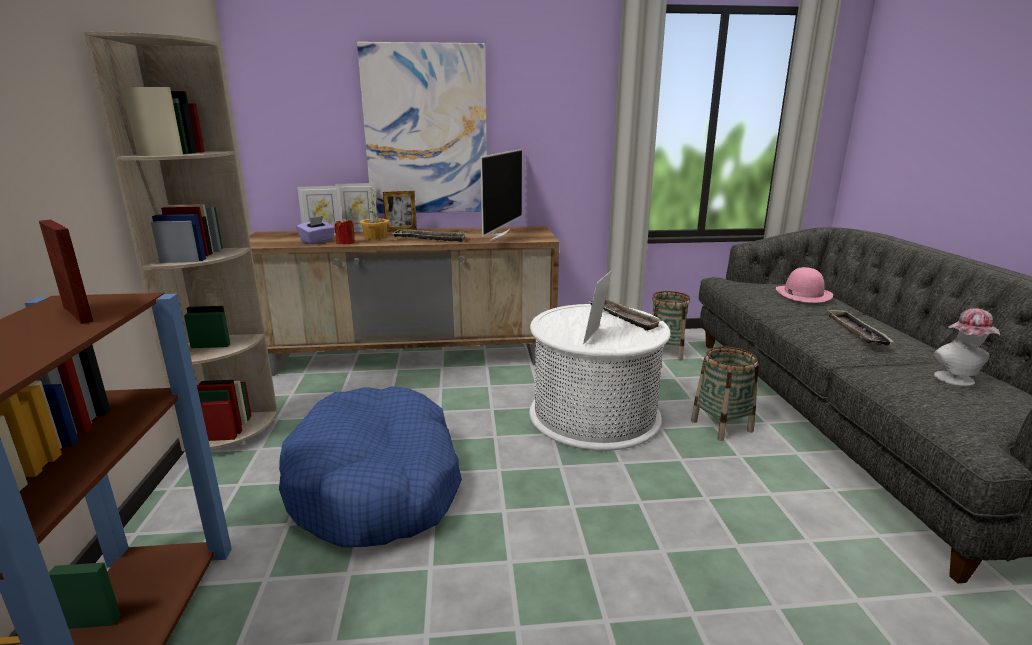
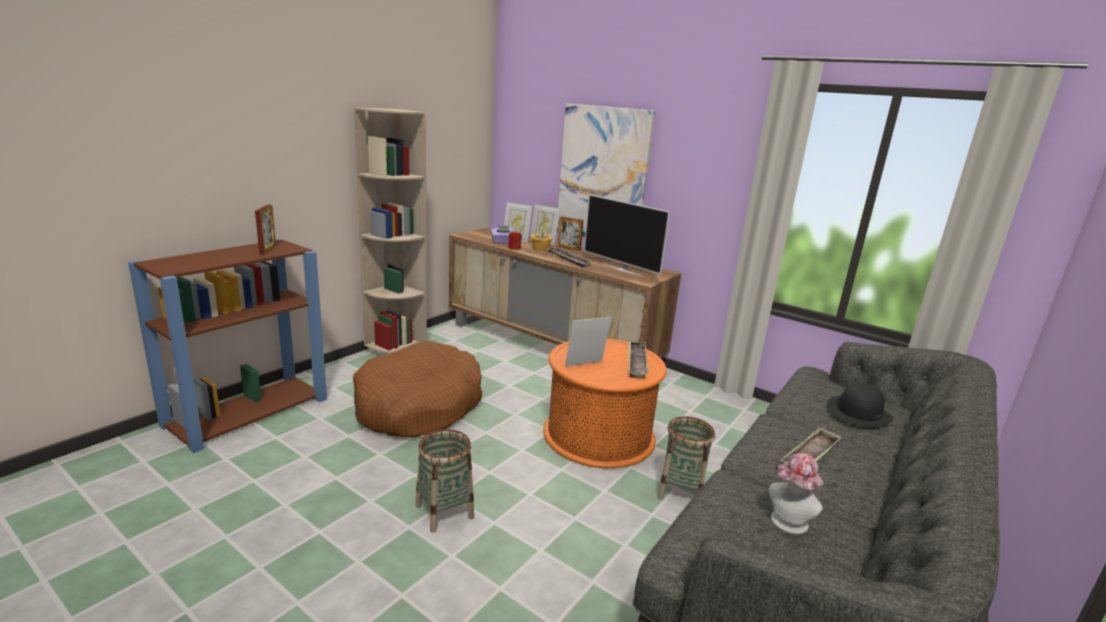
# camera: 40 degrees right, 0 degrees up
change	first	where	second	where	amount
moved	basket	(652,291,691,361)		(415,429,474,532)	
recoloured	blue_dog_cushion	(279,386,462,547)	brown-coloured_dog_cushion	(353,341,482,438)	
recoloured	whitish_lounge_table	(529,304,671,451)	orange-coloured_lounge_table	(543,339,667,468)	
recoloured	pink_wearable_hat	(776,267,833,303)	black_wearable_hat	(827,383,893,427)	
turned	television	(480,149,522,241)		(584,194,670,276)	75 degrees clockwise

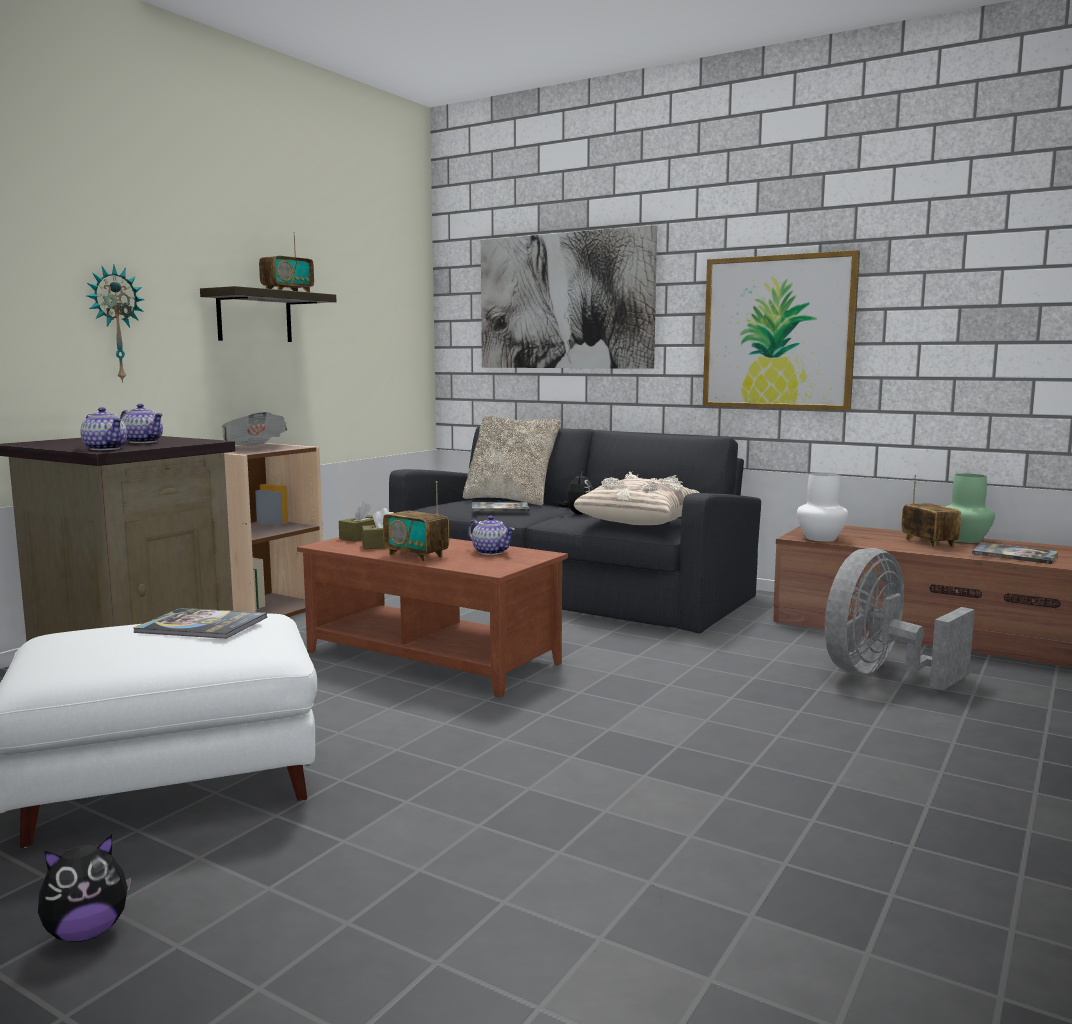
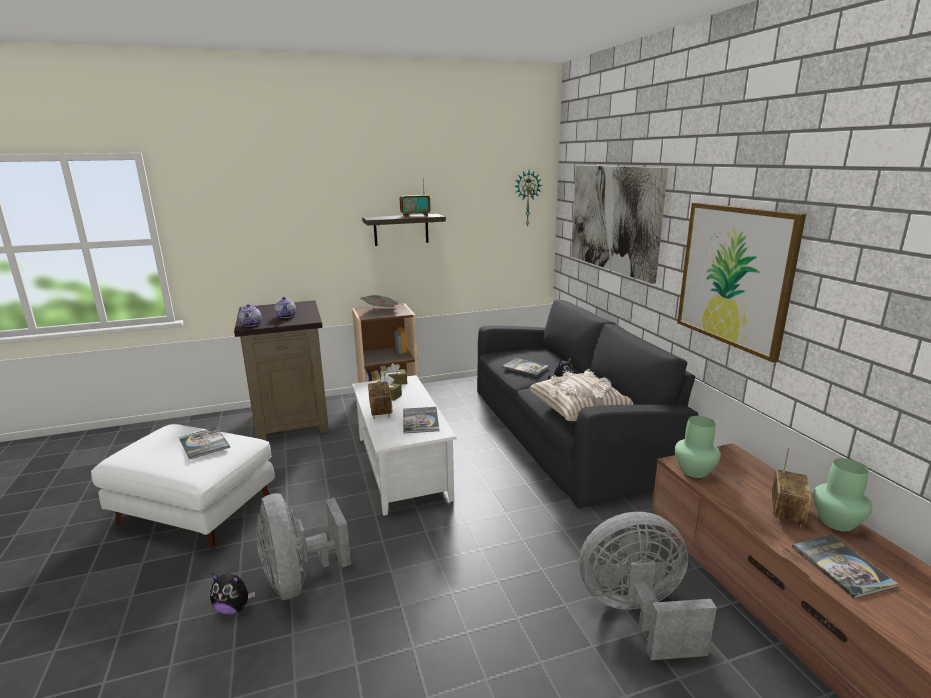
# camera: 40 degrees right, 10 degrees up
change	first	where	second	where	amount
removed	beige-coloured_pillow	(463,416,561,505)			
added			gray_fan	(257,493,351,600)	
moved	soft_toy	(38,835,132,942)		(210,573,255,615)	
moved	clock_on_the_wall	(87,265,145,383)		(514,170,543,227)	
replaced	pot_for_tea	(468,516,515,555)	book	(403,407,439,433)	
recoloured	brown-coloured_lounge_table	(297,537,568,698)	whitish_lounge_table	(352,375,457,516)	
recoloured	whitish_decorative_vase	(797,473,848,542)	green-coloured_decorative_vase	(675,416,721,478)	

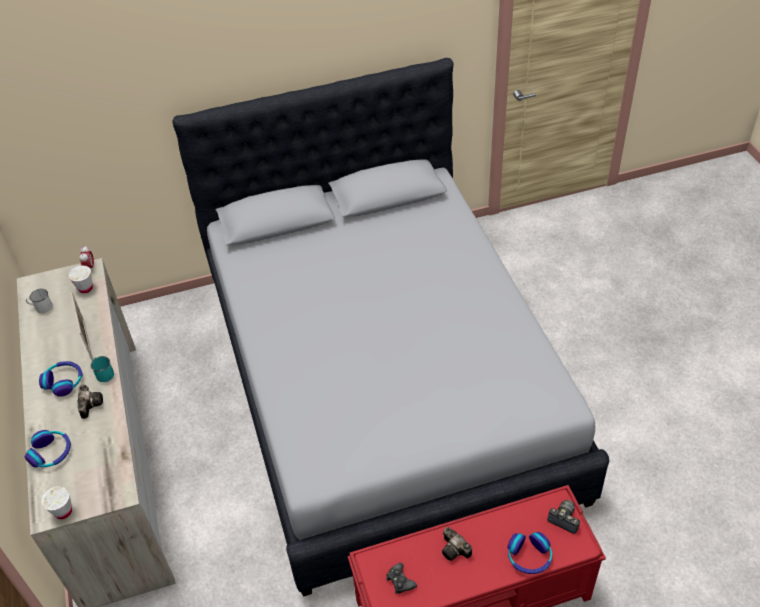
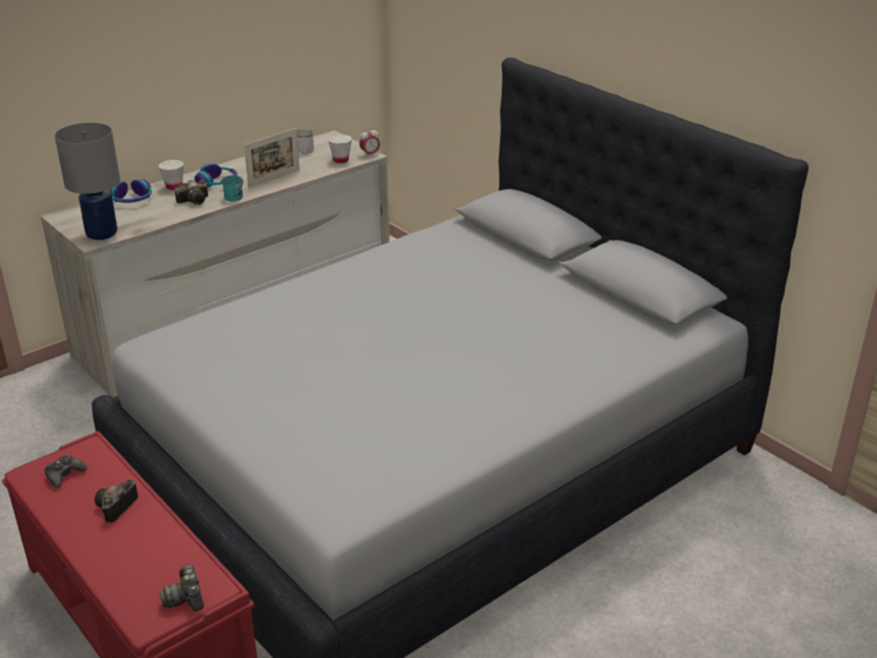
# camera: 65 degrees right, 15 degrees down
change	first	where	second	where	amount
removed	headset	(507,532,552,574)			
added			gray_lamp_for_a_table	(55,123,120,240)	
moved	whitish_small_cup	(41,486,72,519)		(158,160,184,190)	
turned	still_camera	(547,500,581,534)		(159,564,204,611)	150 degrees clockwise

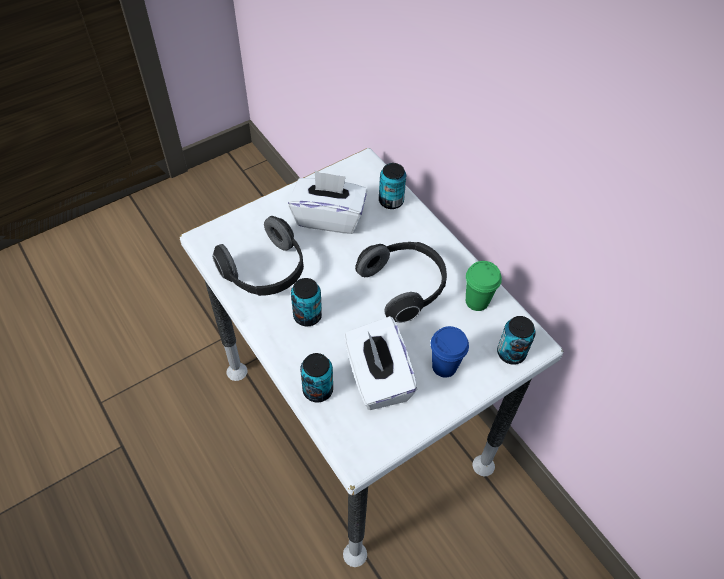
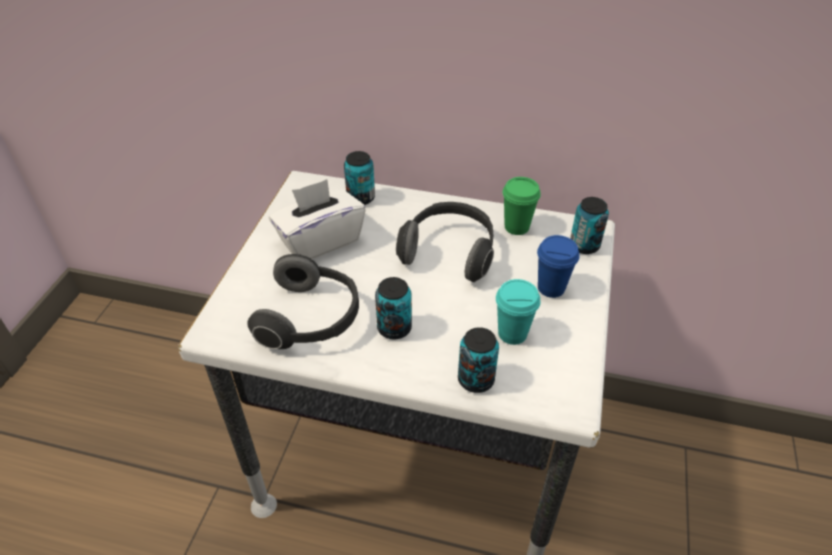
# camera: 40 degrees left, 10 degrees down
change	first	where	second	where	amount
replaced	whitish_tissue_box	(344,316,417,410)	turquoise-coloured_small_cup	(496,279,540,345)	

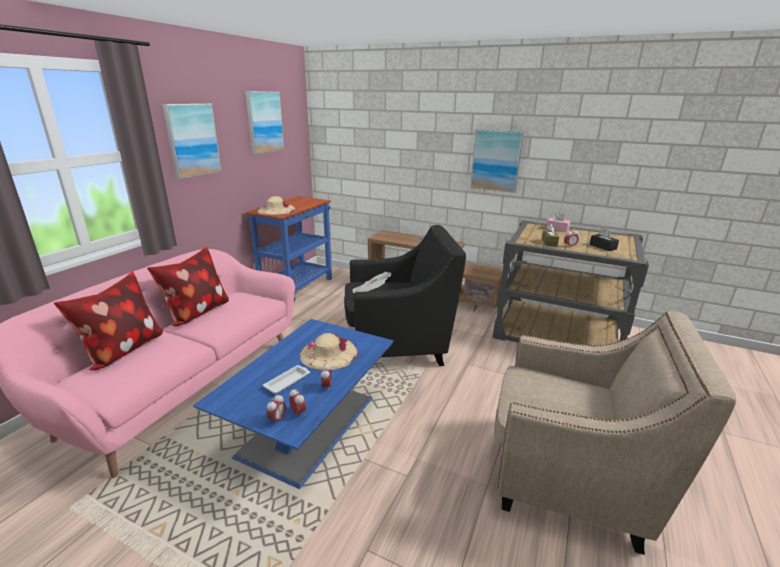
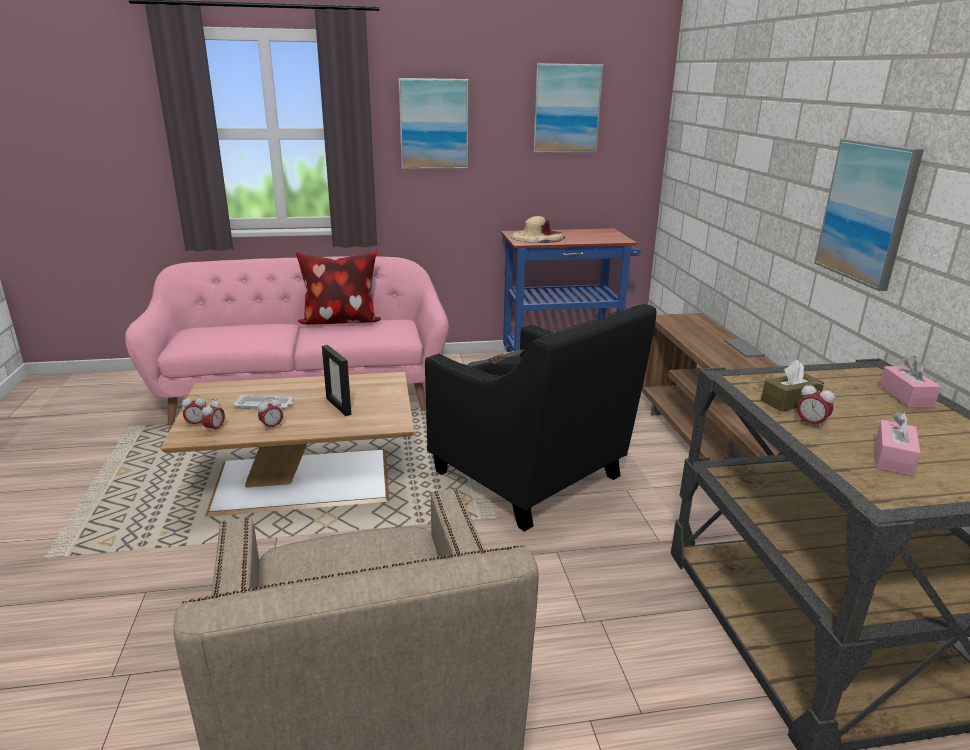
# camera: 55 degrees right, 0 degrees up
change	first	where	second	where	amount
removed	pillow	(54,272,163,371)			
replaced	beige-coloured_wearable_hat	(300,333,358,371)	photo_frame	(322,345,351,416)	
recoloured	blue_lounge_table	(193,319,394,489)	brown-coloured_lounge_table	(161,372,414,517)	
recoloured	black_tissue_box	(590,228,619,251)	pink_tissue_box	(875,411,921,476)	

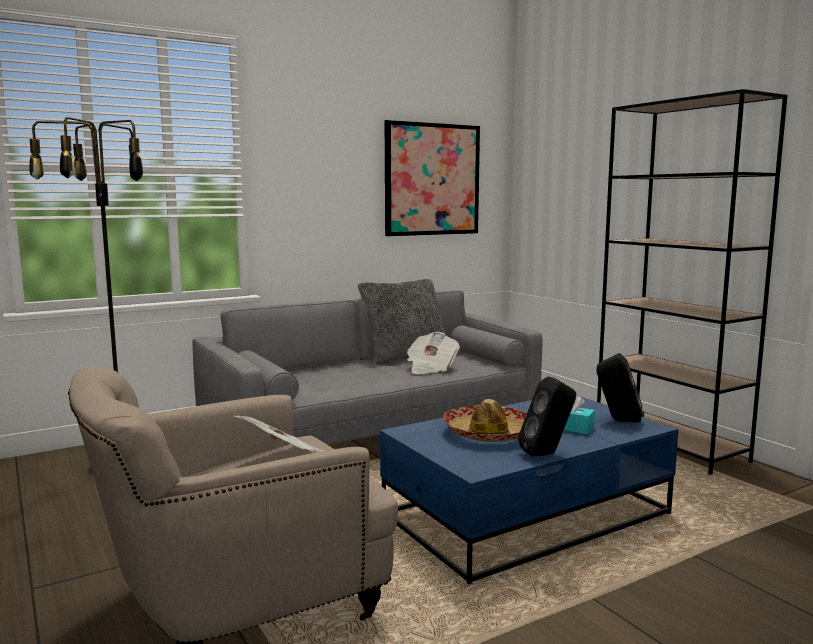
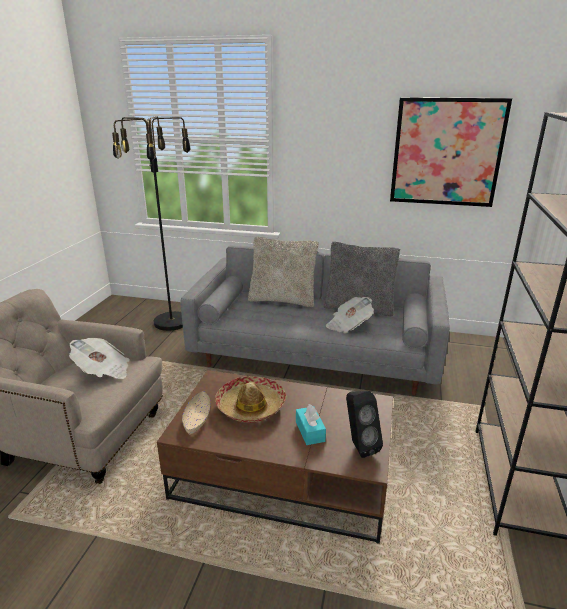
# camera: 45 degrees right, 15 degrees up
change	first	where	second	where	amount
removed	black_loudspeaker	(518,376,576,457)			
added			beige-coloured_deep_dish	(182,391,210,435)	
added			beige-coloured_pillow	(248,236,319,307)	
recoloured	blue_lounge_table	(380,395,679,584)	brown-coloured_lounge_table	(157,370,393,544)	

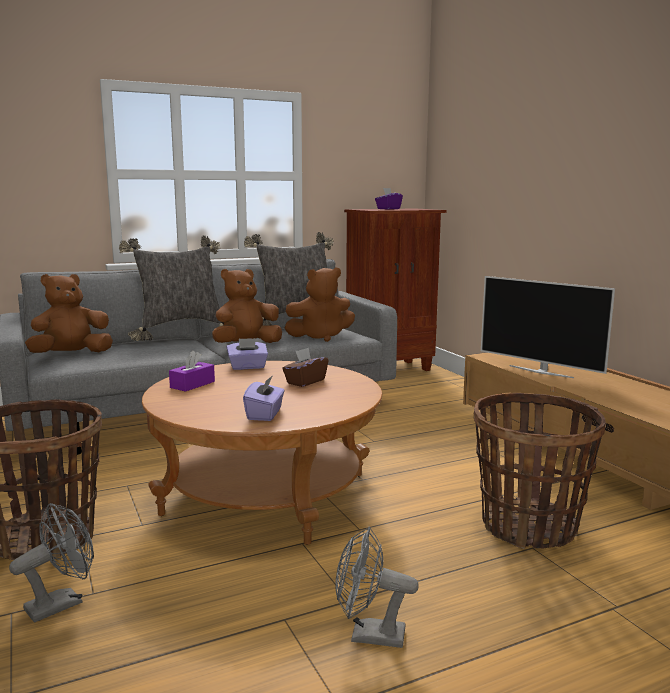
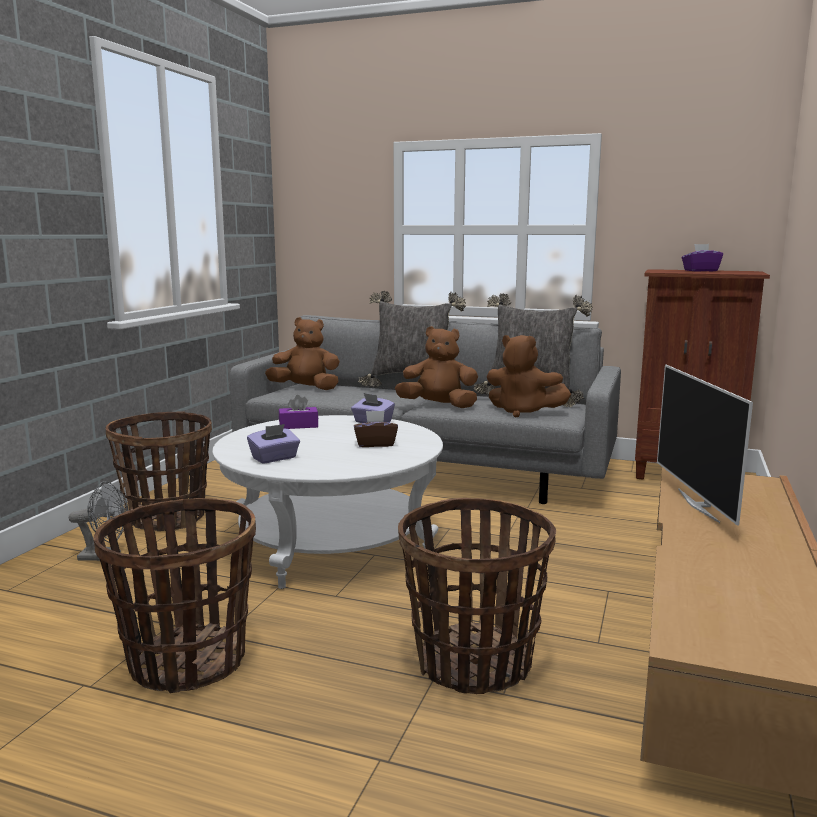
# camera: 45 degrees right, 0 degrees up
change	first	where	second	where	amount
replaced	gray_fan	(336,527,419,648)	basket	(93,498,256,693)	
recoloured	brown-coloured_lounge_table	(142,361,382,545)	whitish_lounge_table	(212,415,443,589)	

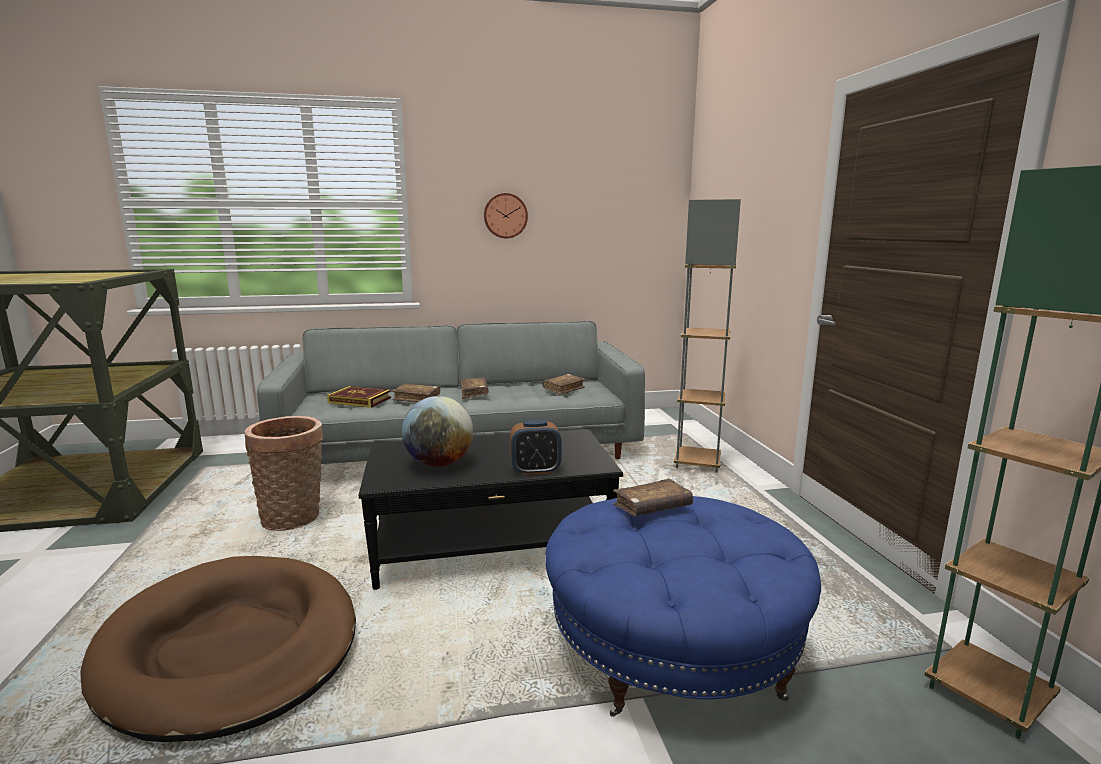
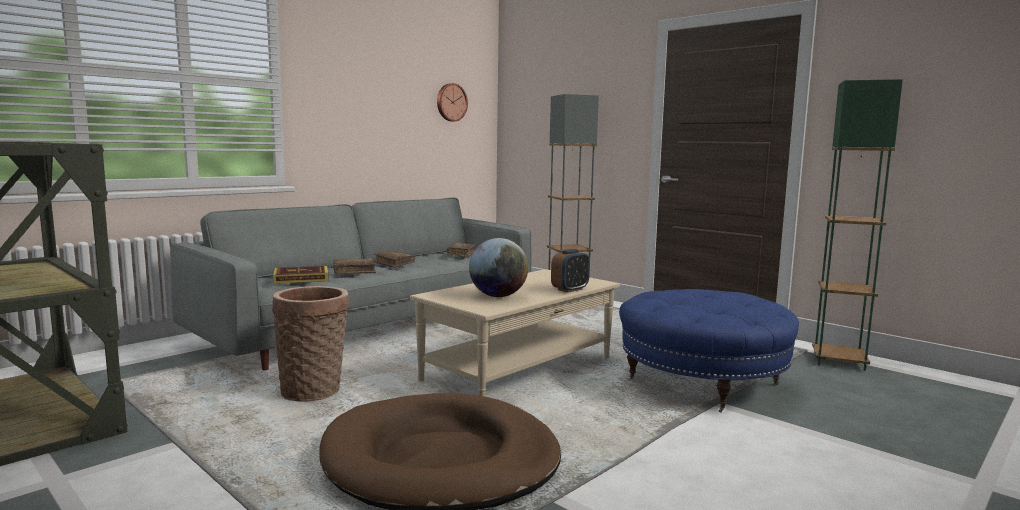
# camera: 35 degrees left, 5 degrees down
change	first	where	second	where	amount
removed	brown-coloured_book	(613,478,693,516)			
moved	clock_on_the_wall	(484,193,528,238)		(437,83,468,121)	
recoloured	black_lounge_table	(359,429,623,590)	beige-coloured_lounge_table	(410,269,620,397)	

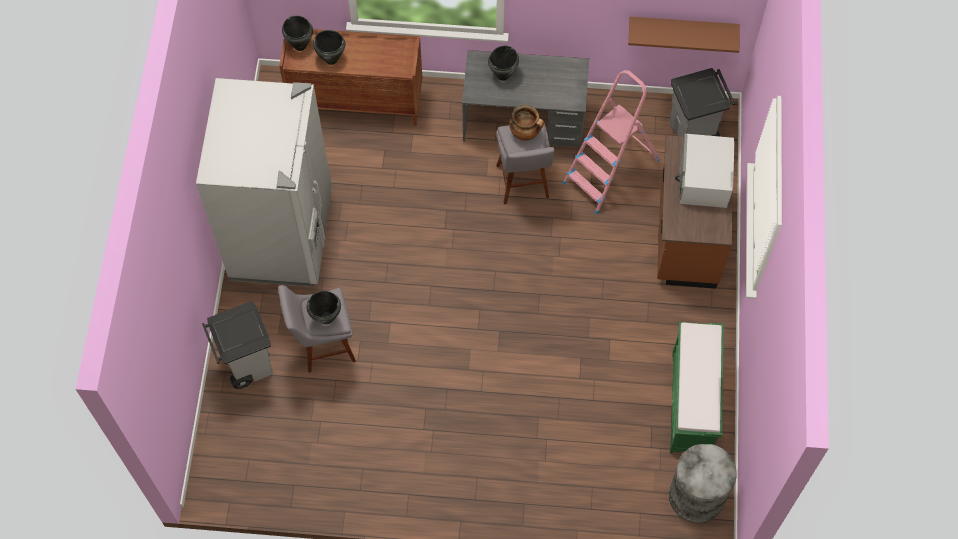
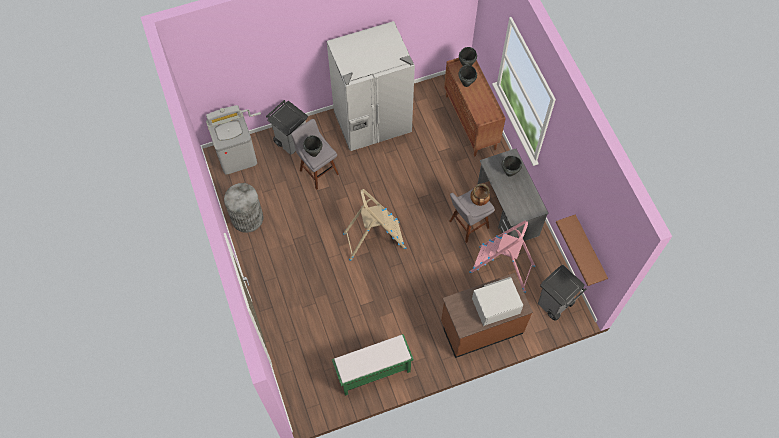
# camera: 65 degrees right, 0 degrees up
change	first	where	second	where	amount
added			gray_laundry_machine	(206,105,261,174)	
added			beige-coloured_stepladder	(343,189,406,261)	
moved	gray_rubbish_bin	(669,444,737,523)		(224,183,263,233)	

